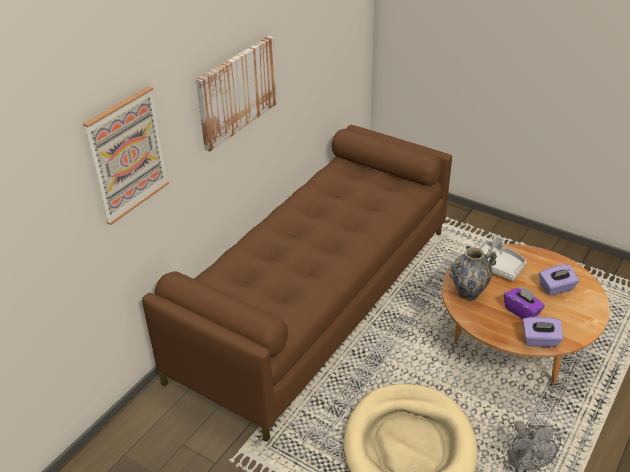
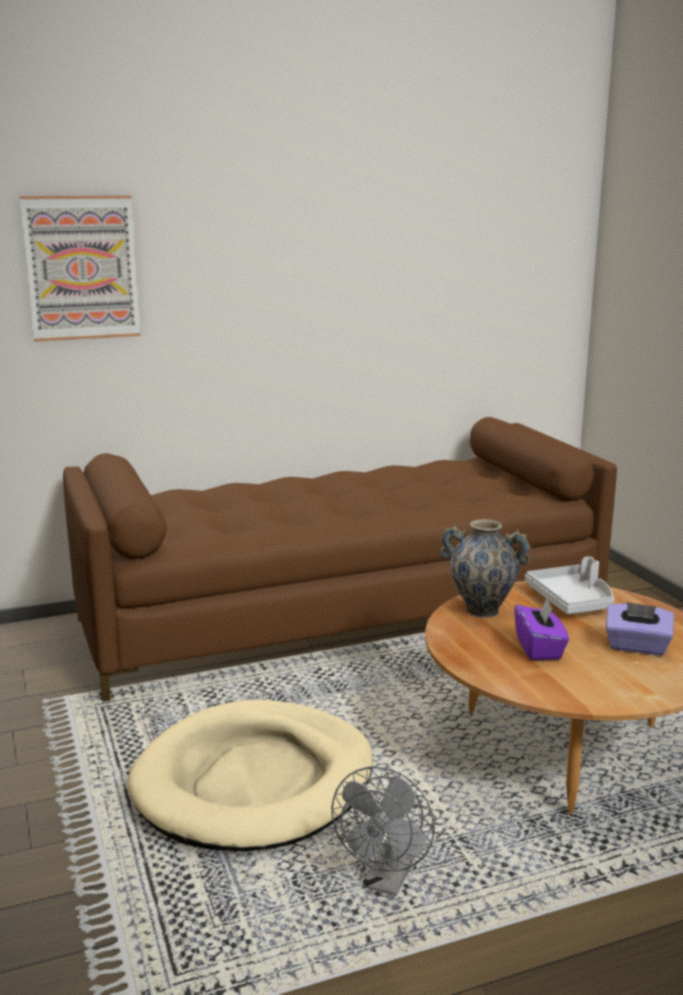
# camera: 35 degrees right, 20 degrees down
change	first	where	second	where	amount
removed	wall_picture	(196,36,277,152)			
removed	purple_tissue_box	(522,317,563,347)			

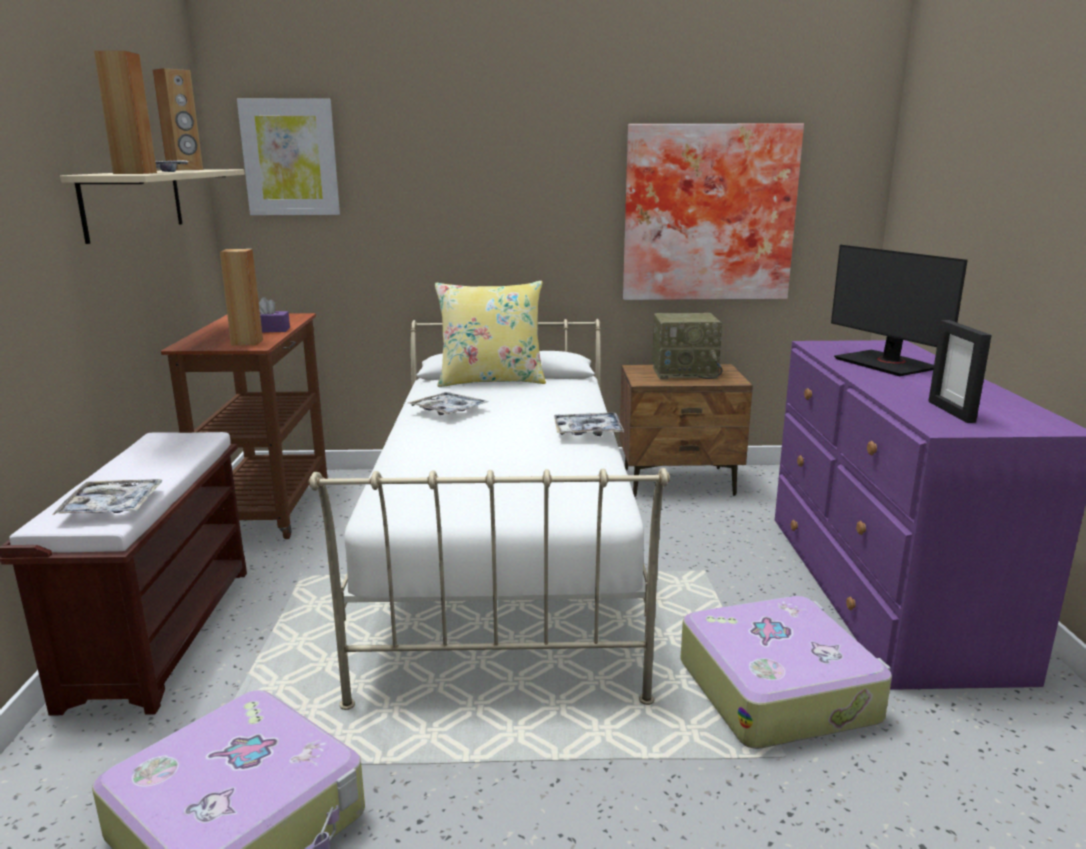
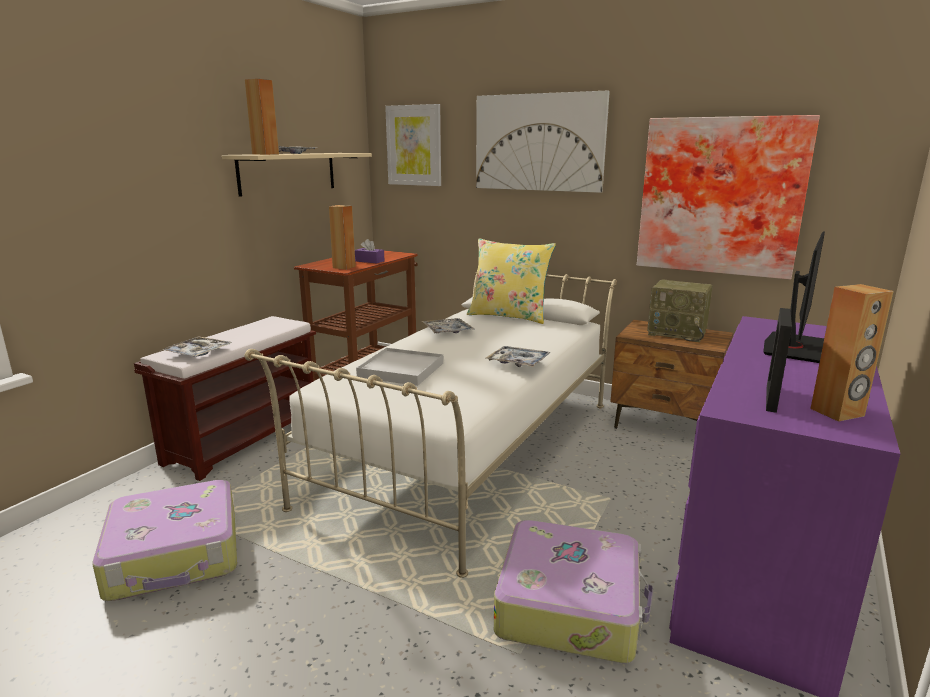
# camera: 30 degrees right, 0 degrees up
change	first	where	second	where	amount
added			whitish_serving_tray	(356,348,443,386)	
added			wall_picture	(476,91,610,193)	
moved	brown-coloured_loudspeaker	(153,68,203,170)		(810,284,893,422)	
turned	computer_display	(831,245,968,376)		(763,231,825,363)	150 degrees counterclockwise

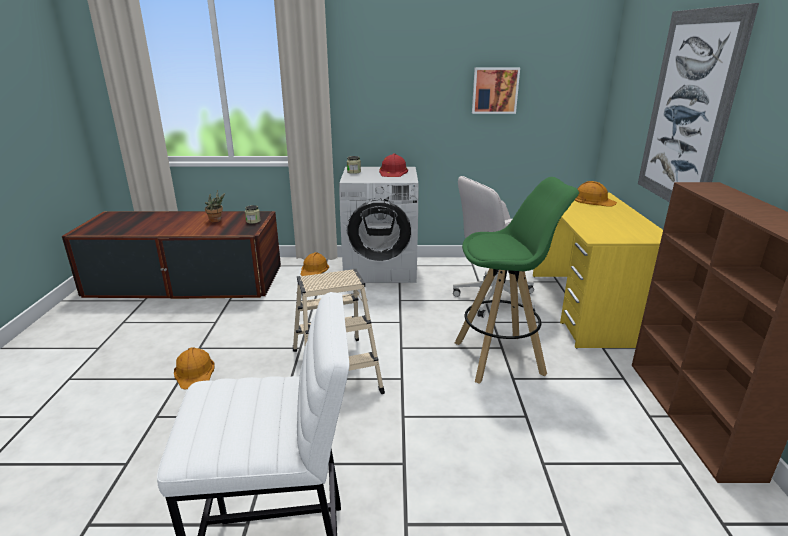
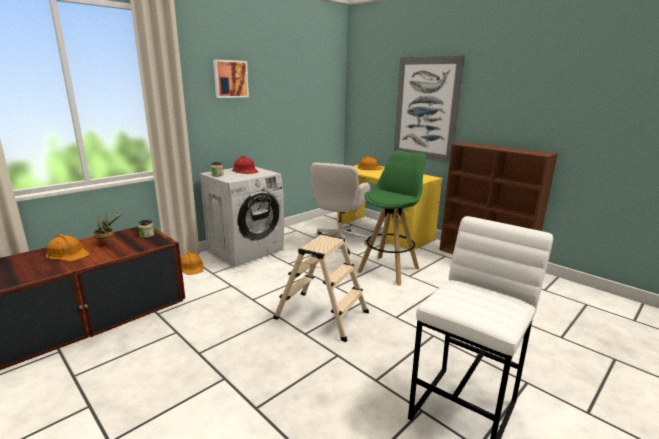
# camera: 45 degrees left, 5 degrees down
change	first	where	second	where	amount
moved	orange-coloured_hard_hat	(174,347,215,390)		(46,235,90,261)	
moved	wall_picture	(472,67,520,114)		(213,60,249,98)	

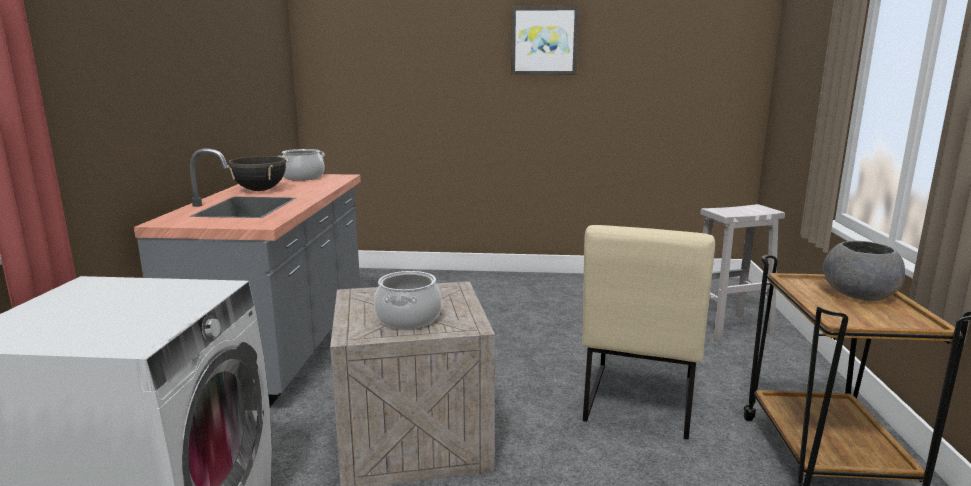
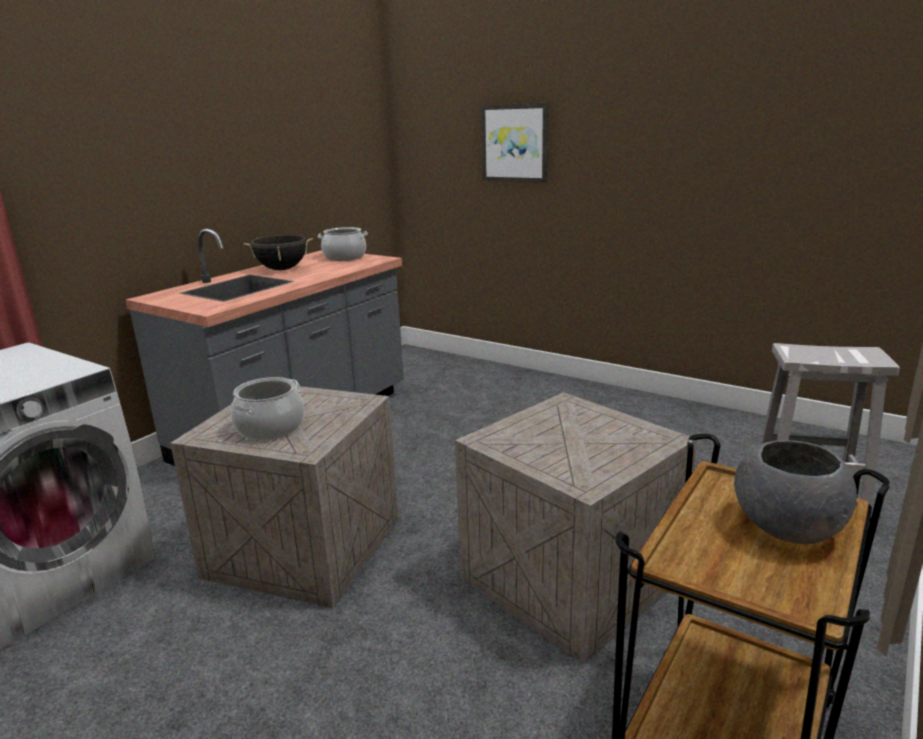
# camera: 30 degrees right, 5 degrees up
change	first	where	second	where	amount
moved	wall_picture	(511,6,579,75)		(481,103,549,183)	
replaced	beige-coloured_plain_chair	(582,225,715,439)	packing_crate	(455,392,697,664)	

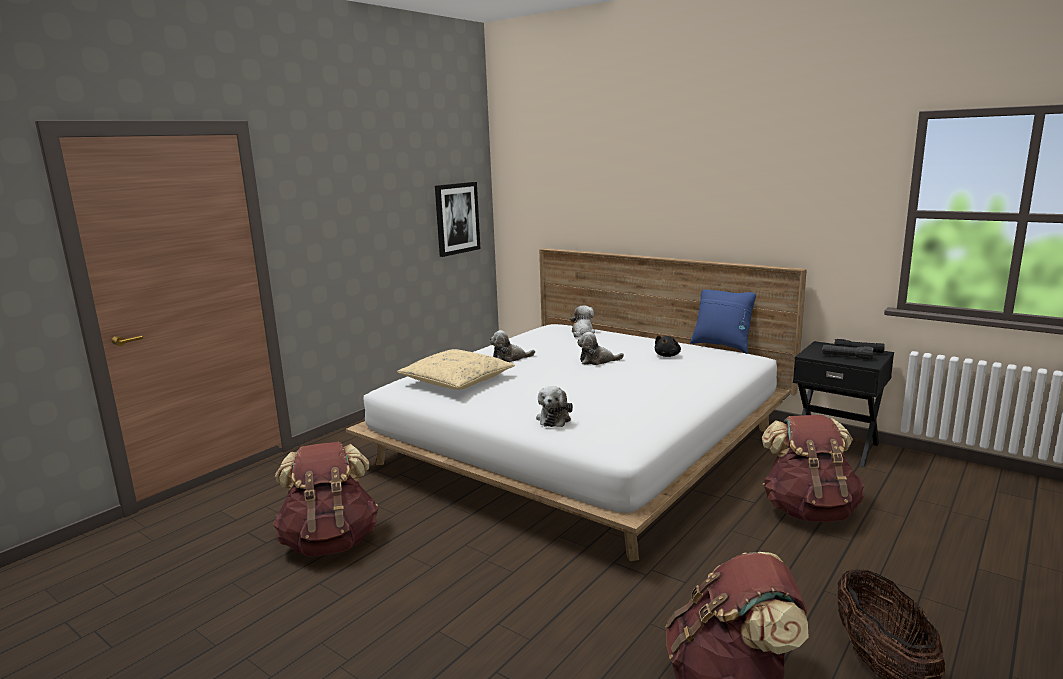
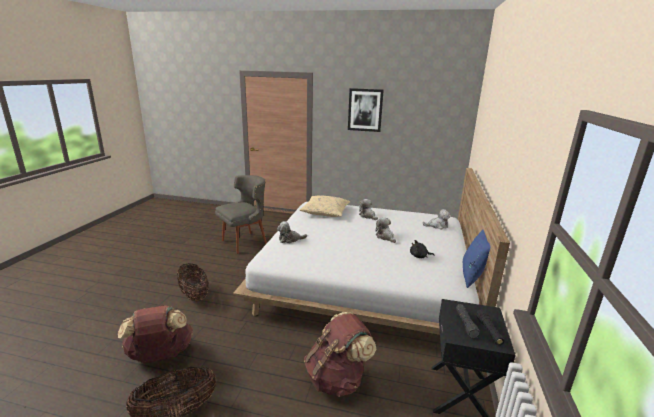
# camera: 65 degrees right, 5 degrees up
change	first	where	second	where	amount
added			basket	(177,263,209,302)	
moved	wall_picture	(435,182,480,257)		(348,88,384,132)	
replaced	brown-coloured_rucksack	(273,442,378,557)	gray_plain_chair	(215,175,267,254)	

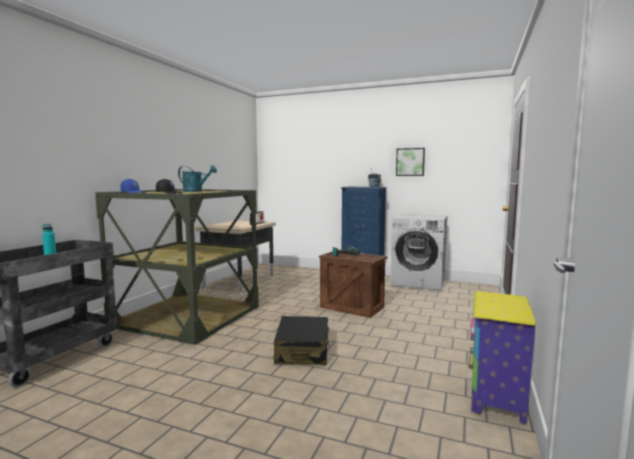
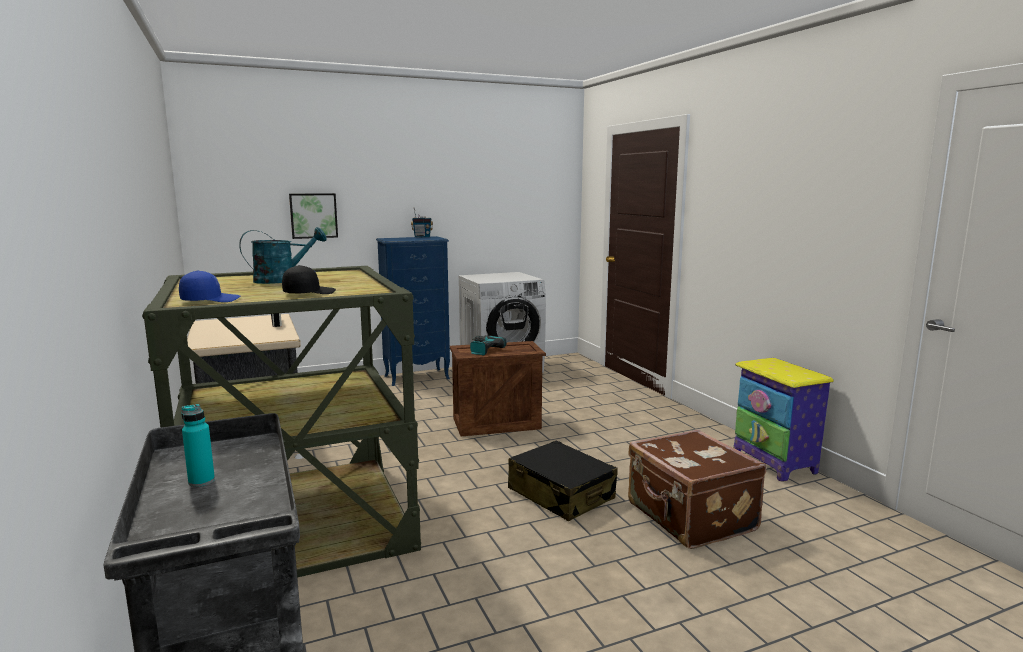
# camera: 45 degrees left, 5 degrees up
change	first	where	second	where	amount
added			brown-coloured_suitcase	(628,430,766,549)	
moved	wall_picture	(396,148,425,176)		(289,193,338,239)	

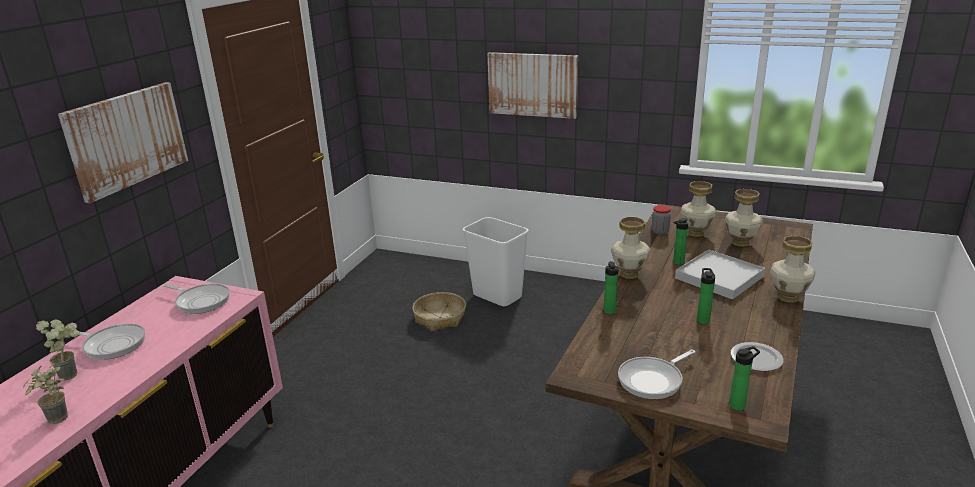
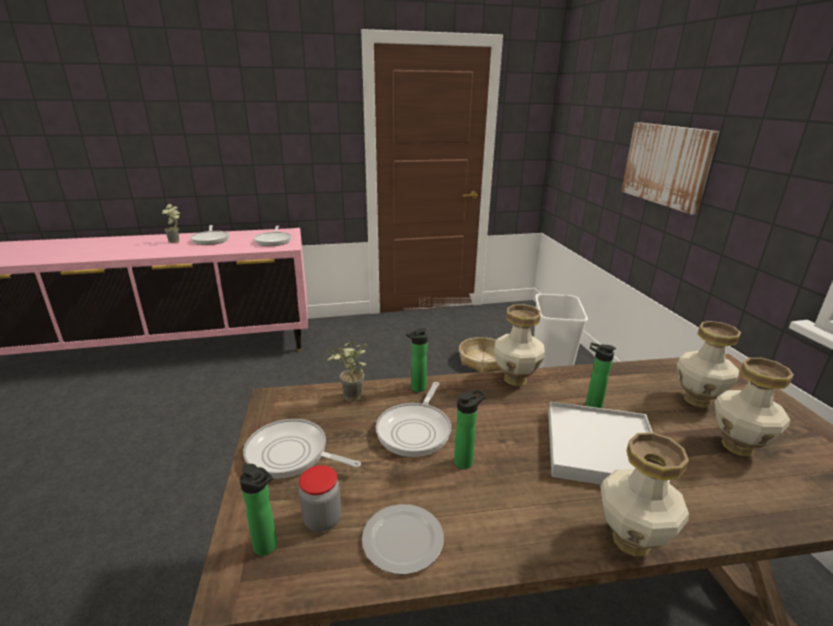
# camera: 55 degrees right, 0 degrees up
change	first	where	second	where	amount
removed	wall_picture	(58,82,188,203)			
added			skillet	(376,382,451,457)	
moved	plant_in_a_pot	(23,359,68,424)		(327,341,368,402)	
moved	preserve_jar	(651,206,671,235)		(299,465,341,532)	

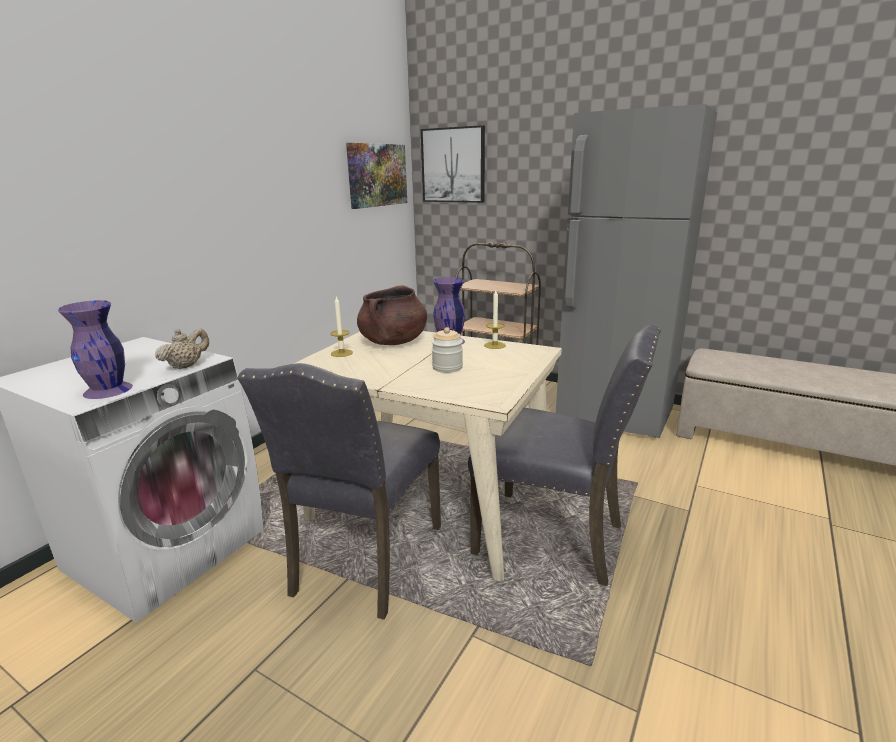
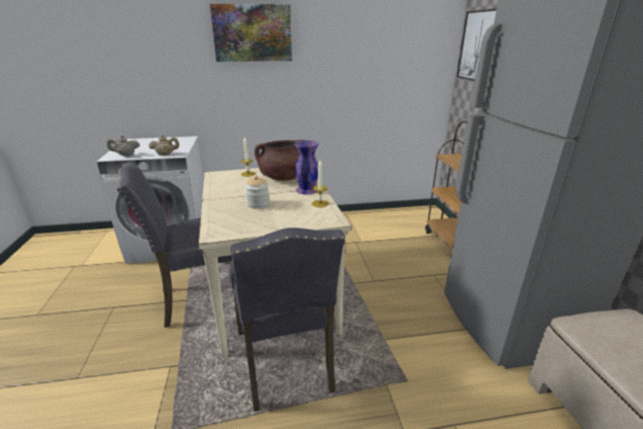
# camera: 50 degrees right, 5 degrees up
change	first	where	second	where	amount
moved	wall_picture	(346,143,407,209)		(210,4,292,62)	
replaced	purple_decorative_vase	(58,300,133,399)	beige-coloured_pot_for_tea	(107,135,140,156)	

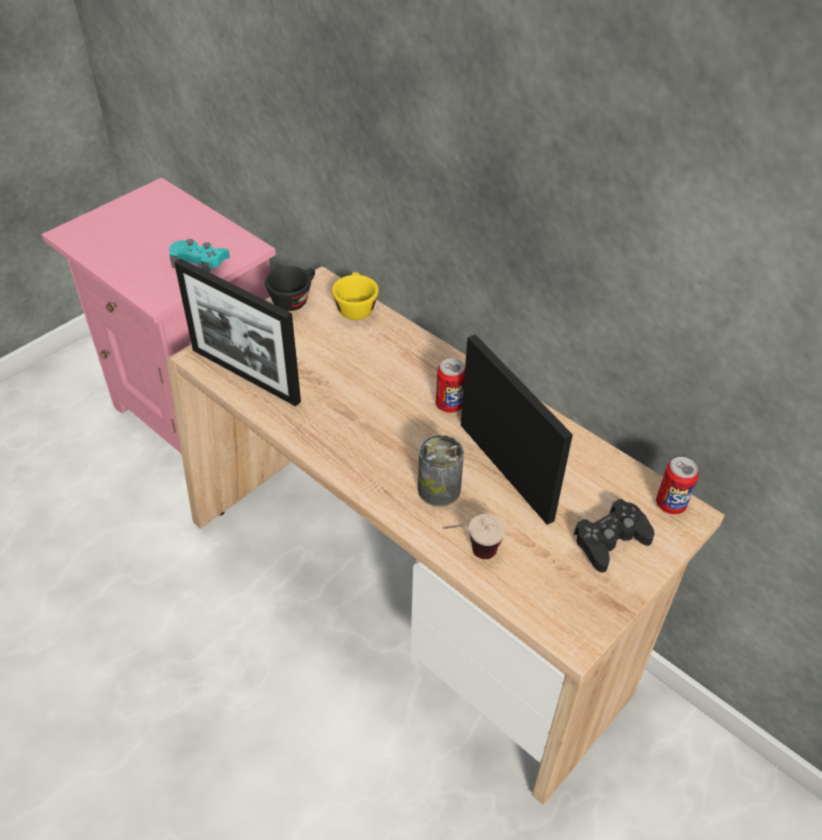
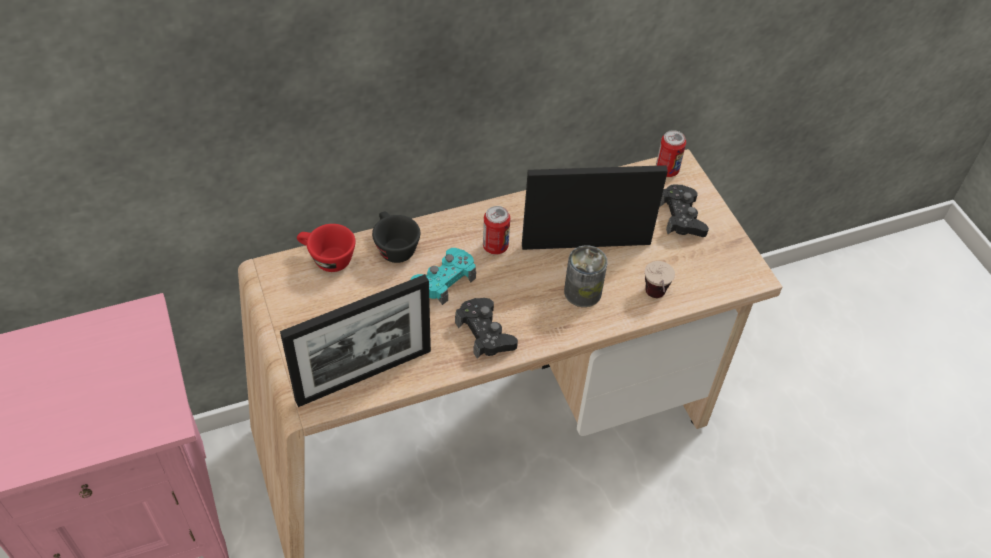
# camera: 65 degrees left, 5 degrees up
change	first	where	second	where	amount
added			black_joypad	(455,298,518,358)	
moved	turquoise-coloured_joypad	(169,239,230,273)		(411,248,476,305)	
moved	black_small_cup	(265,266,315,311)		(372,212,420,263)	
recoloured	yellowish_small_cup	(332,272,379,320)	red-coloured_small_cup	(297,224,355,272)	

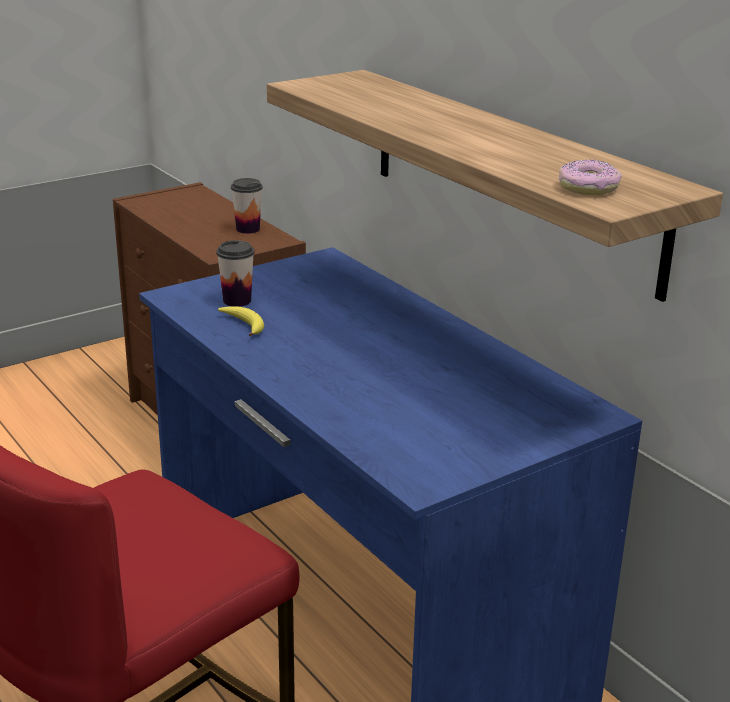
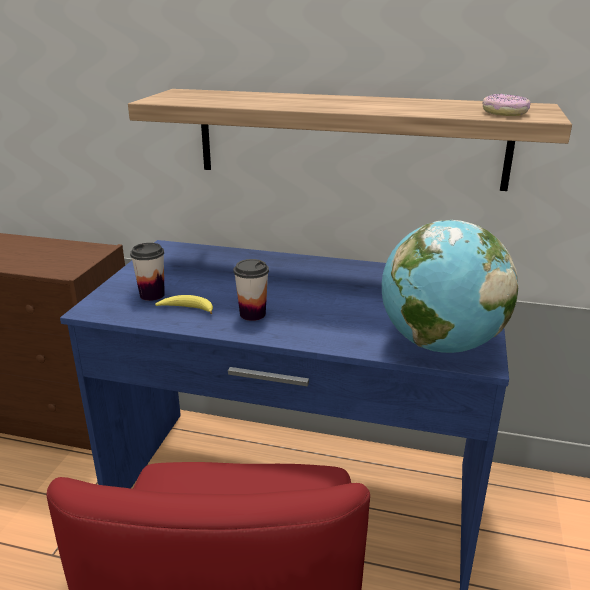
# camera: 40 degrees left, 0 degrees up
change	first	where	second	where	amount
added			world_globe	(382,220,518,353)	
moved	small_cup	(231,178,263,234)		(233,259,269,321)	

